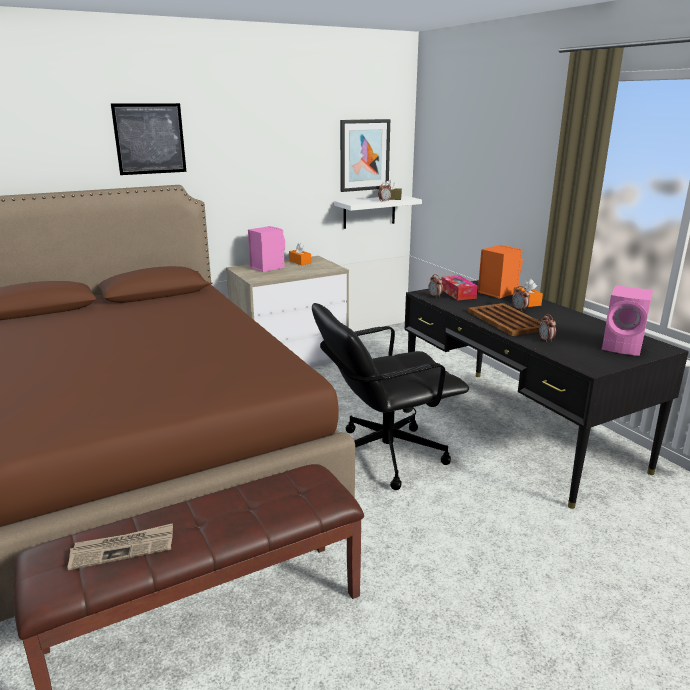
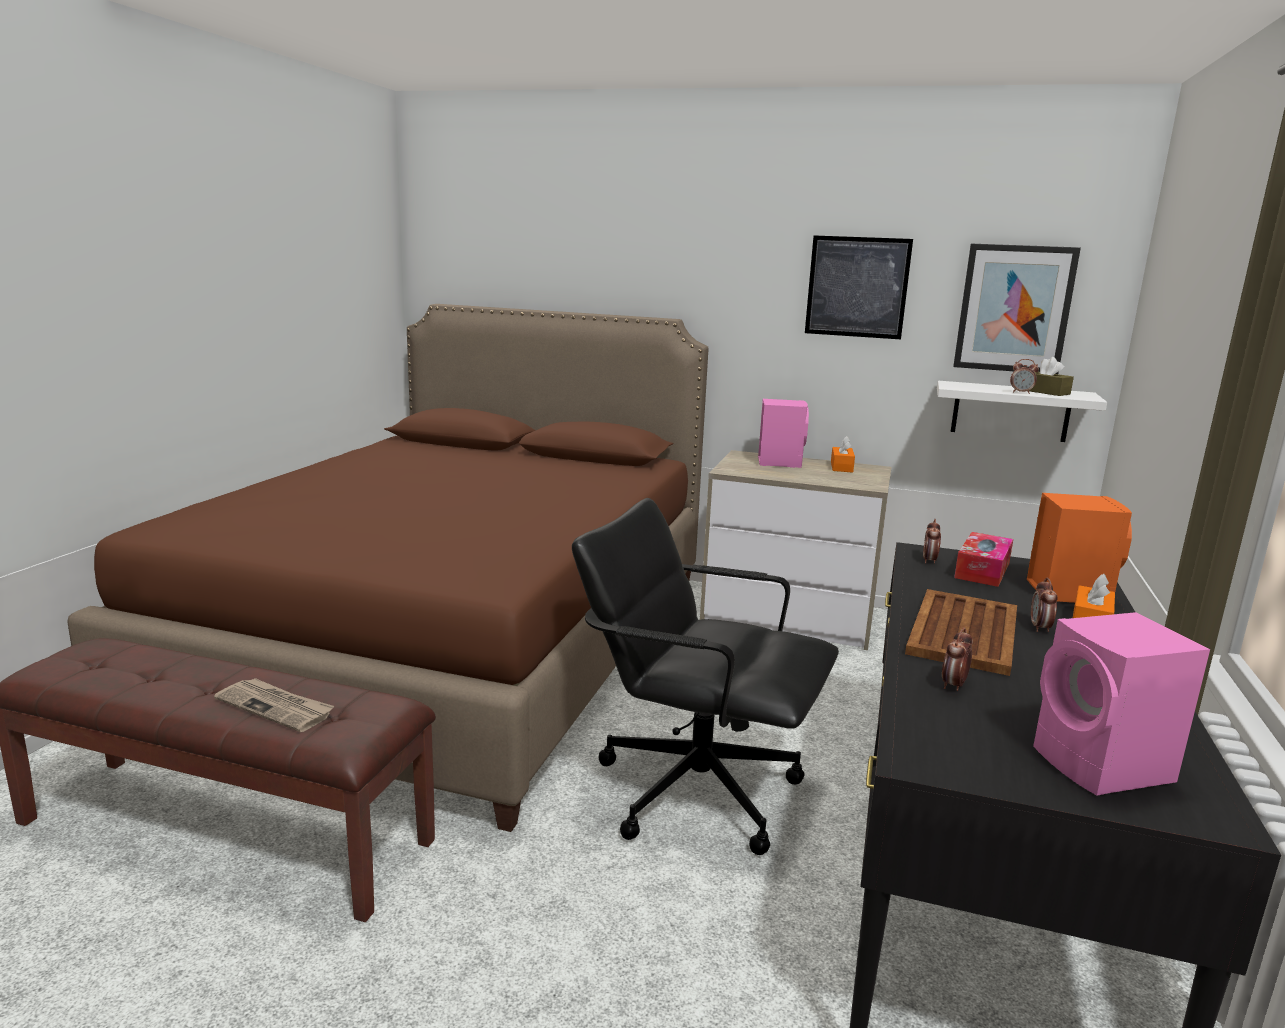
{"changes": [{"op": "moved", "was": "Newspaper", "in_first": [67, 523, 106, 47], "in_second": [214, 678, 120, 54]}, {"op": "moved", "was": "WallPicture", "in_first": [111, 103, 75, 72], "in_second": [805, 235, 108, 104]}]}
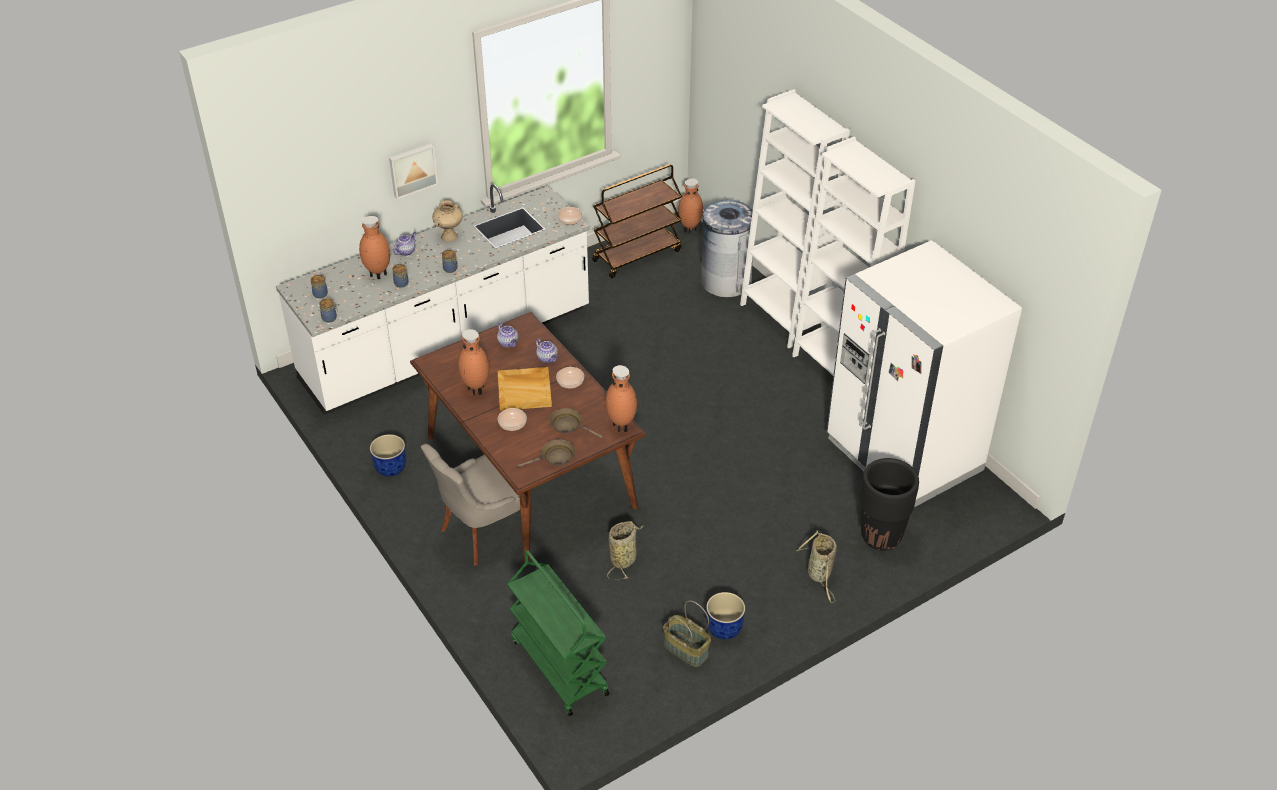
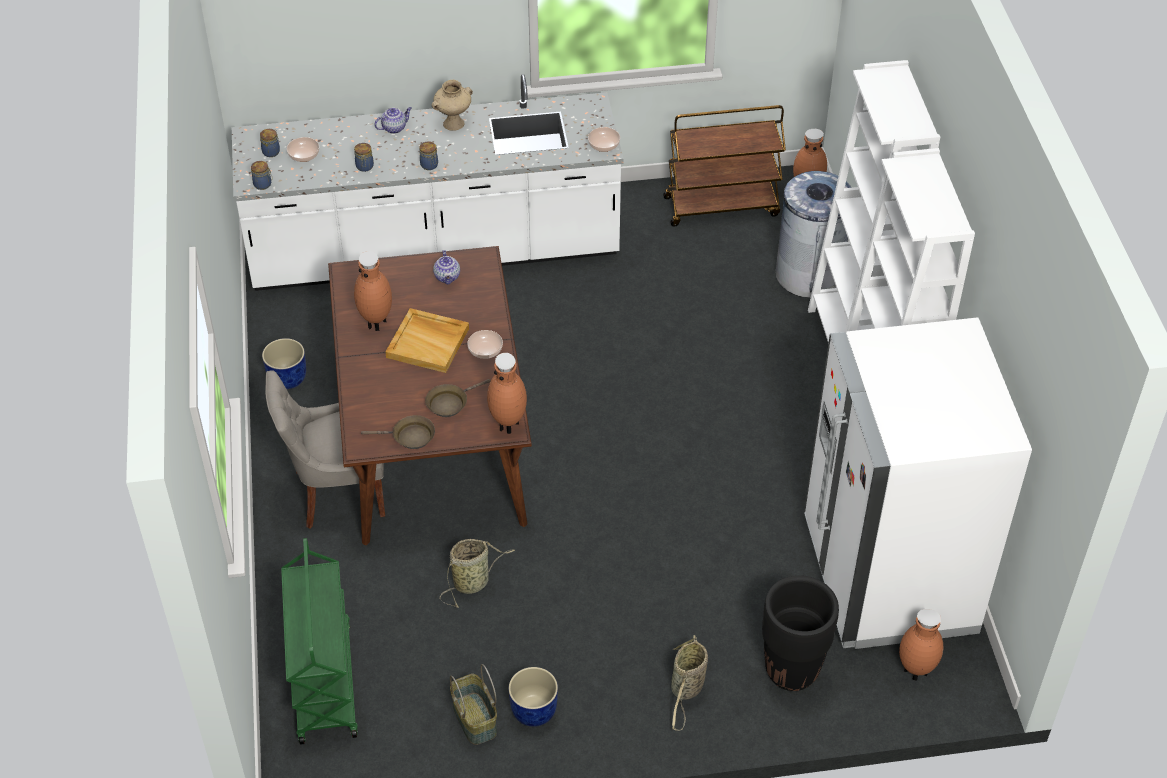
{"changes": [{"op": "removed", "was": "WallPicture", "in_first": [389, 143, 49, 56]}, {"op": "removed", "was": "TeaPot", "in_first": [536, 338, 22, 25]}, {"op": "moved", "was": "BrownColouredFlowerVase", "in_first": [359, 216, 31, 63], "in_second": [899, 609, 44, 72]}, {"op": "moved", "was": "Bowl", "in_first": [498, 408, 29, 23], "in_second": [287, 137, 32, 25]}, {"op": "turned", "was": "BrownColouredFryingPan", "in_first": [549, 408, 54, 30], "in_second": [425, 379, 65, 38], "clockwise": -90}]}
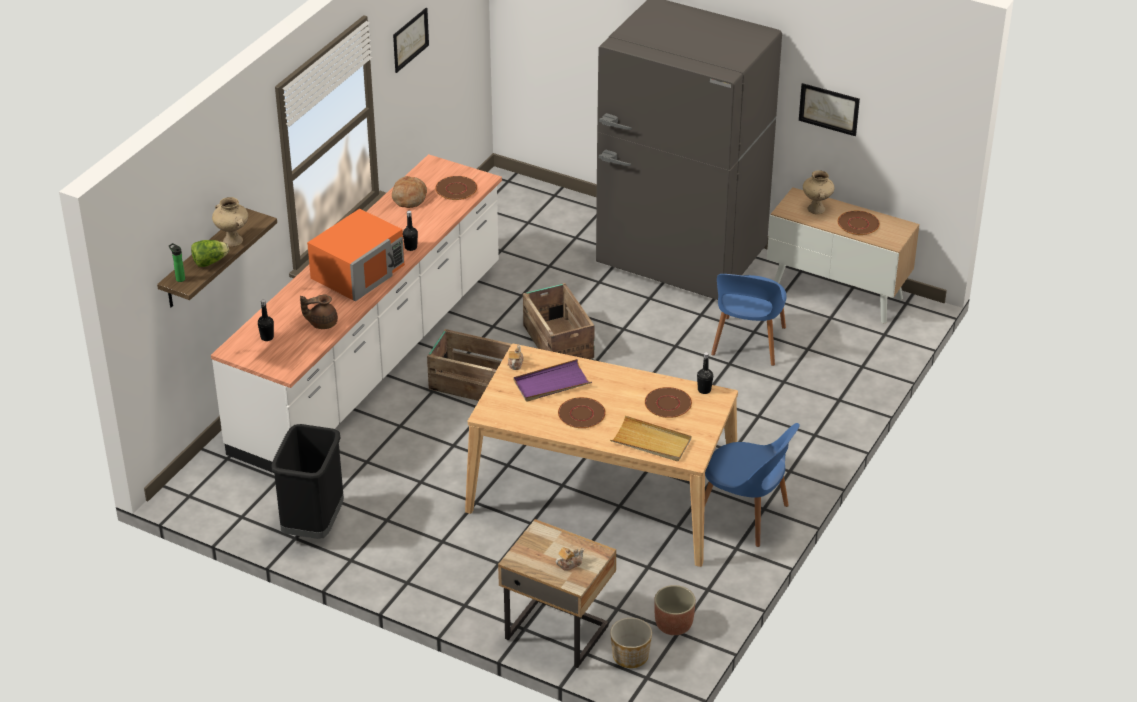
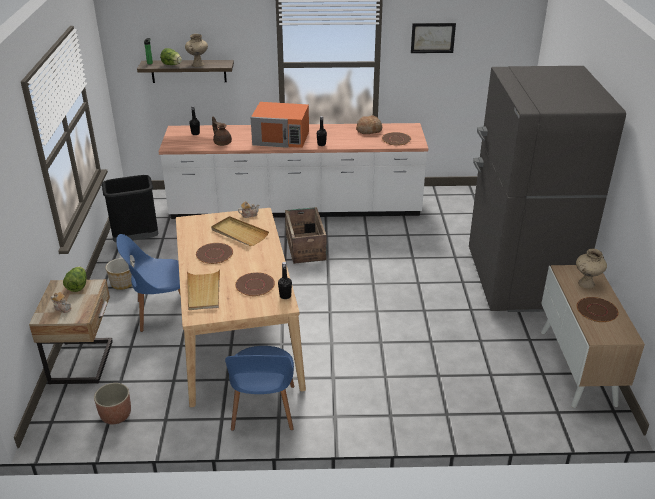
{"changes": [{"op": "removed", "was": "ShippingCrate", "in_first": [523, 283, 72, 76]}, {"op": "removed", "was": "WallPicture", "in_first": [799, 83, 61, 53]}, {"op": "added", "now": "LettuceHead", "in_second": [63, 267, 24, 25]}, {"op": "moved", "was": "Planter", "in_first": [610, 618, 42, 50], "in_second": [106, 258, 28, 32]}, {"op": "moved", "was": "BluePlainChair", "in_first": [711, 274, 76, 92], "in_second": [116, 234, 65, 98]}, {"op": "recoloured", "was": "PurplishServingTray", "now": "SandColouredServingTray", "in_first": [513, 359, 79, 43], "in_second": [211, 216, 58, 30]}]}
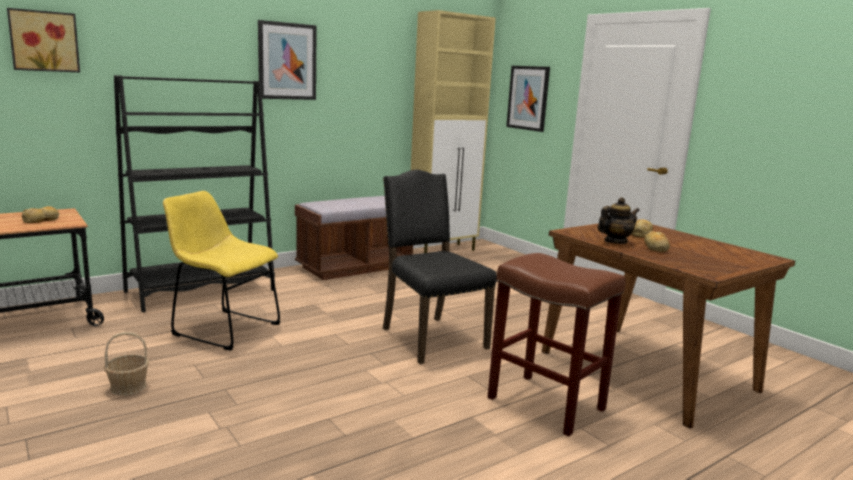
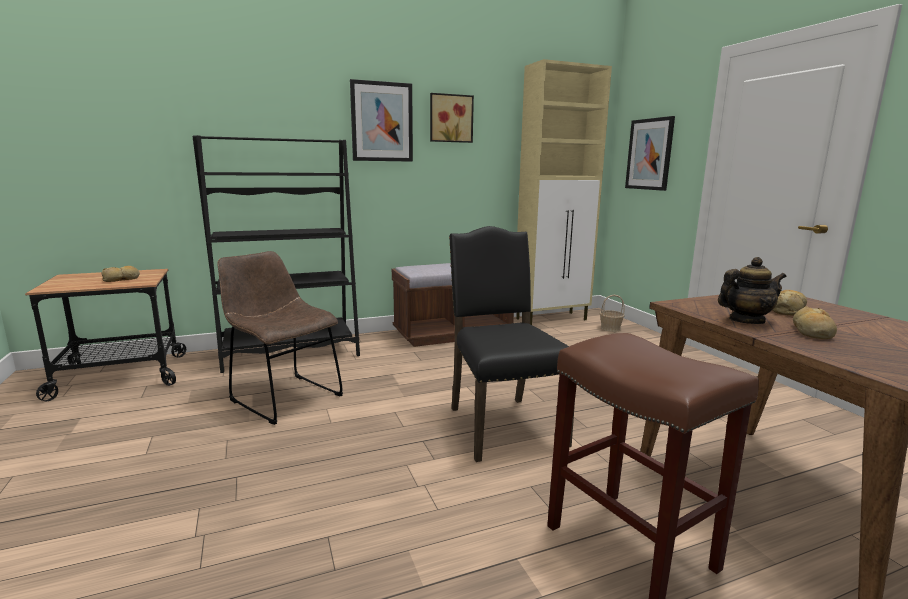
{"changes": [{"op": "moved", "was": "WallPicture", "in_first": [7, 8, 73, 64], "in_second": [430, 93, 44, 50]}, {"op": "moved", "was": "StorageBasket", "in_first": [104, 332, 45, 64], "in_second": [600, 295, 25, 37]}, {"op": "recoloured", "was": "YellowishPlainChair", "now": "BrownColouredPlainChair", "in_first": [163, 191, 117, 159], "in_second": [217, 251, 126, 174]}]}
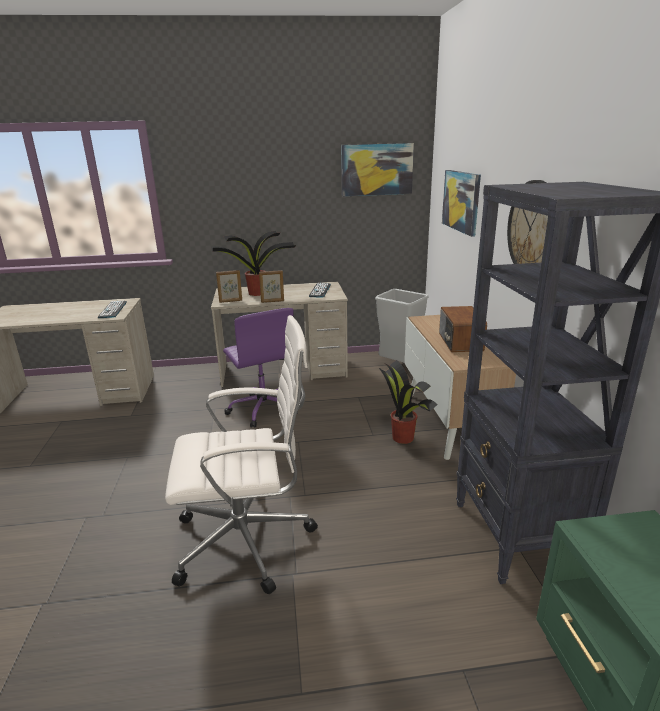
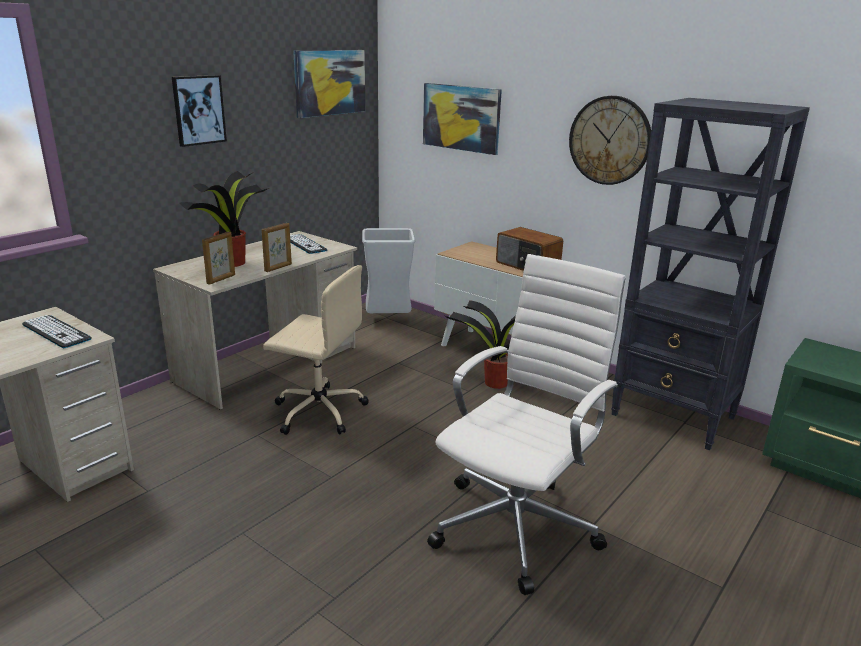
{"changes": [{"op": "added", "now": "WallPicture", "in_second": [172, 75, 55, 72]}, {"op": "recoloured", "was": "PurplishDeskChair", "now": "SandColouredDeskChair", "in_first": [223, 308, 75, 120], "in_second": [263, 265, 106, 170]}]}
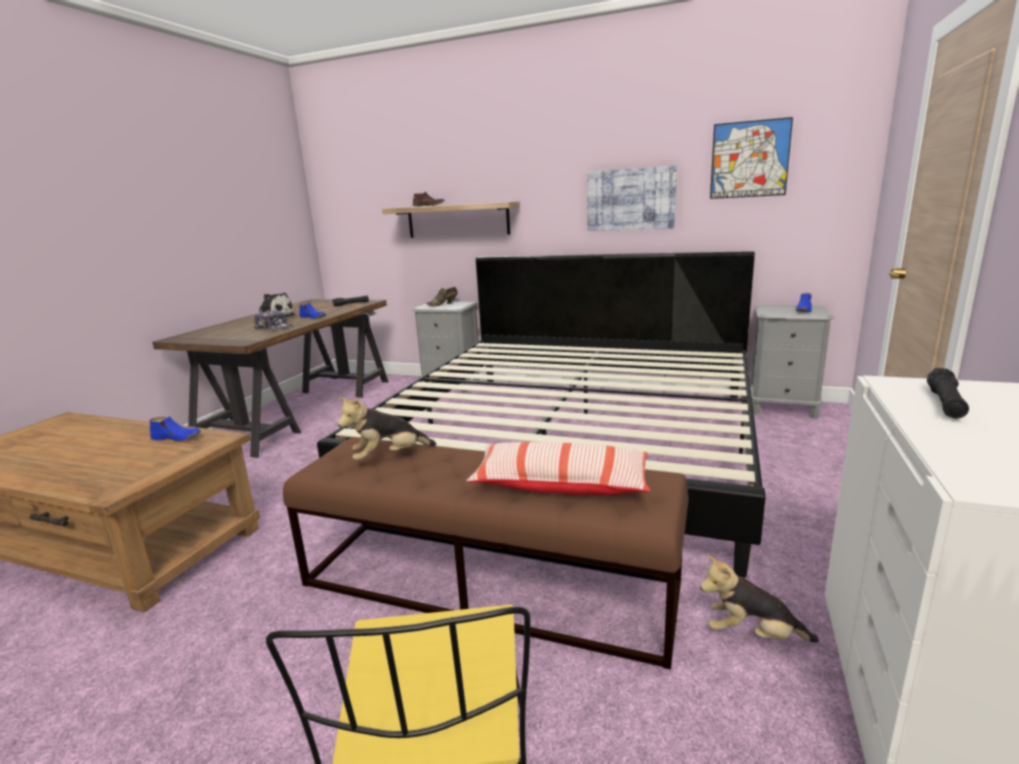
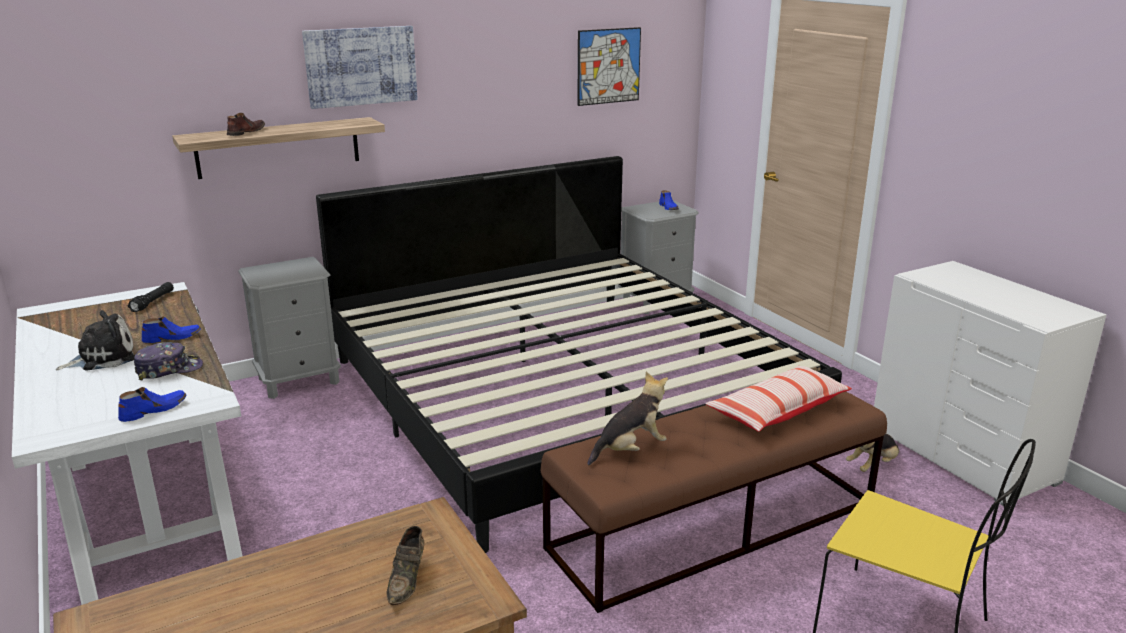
{"changes": [{"op": "removed", "was": "BlackColouredFlashlight", "in_first": [927, 368, 42, 51]}, {"op": "moved", "was": "BlueShoe", "in_first": [150, 416, 52, 25], "in_second": [118, 387, 68, 35]}, {"op": "moved", "was": "BrownColouredShoe", "in_first": [426, 287, 32, 19], "in_second": [386, 526, 38, 79]}, {"op": "moved", "was": "WallPicture", "in_first": [587, 166, 90, 65], "in_second": [302, 26, 116, 83]}, {"op": "recoloured", "was": "BrownColouredDeskUnit", "now": "WhiteDeskUnit", "in_first": [152, 299, 236, 159], "in_second": [12, 282, 230, 323]}, {"op": "turned", "was": "CuddlyToy", "in_first": [338, 397, 99, 64], "in_second": [587, 372, 81, 93], "clockwise": -135}]}
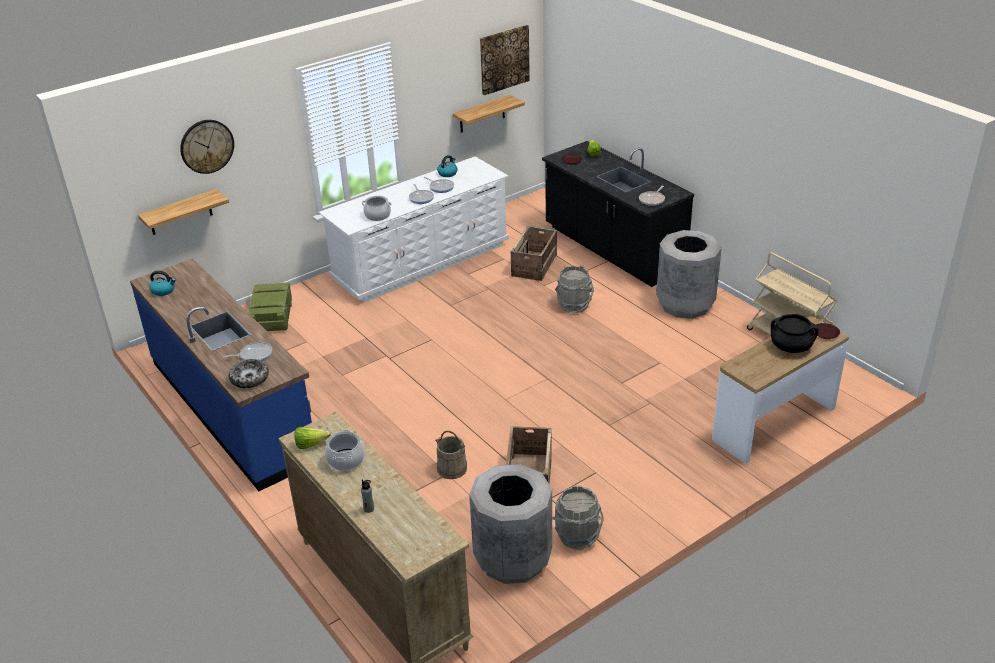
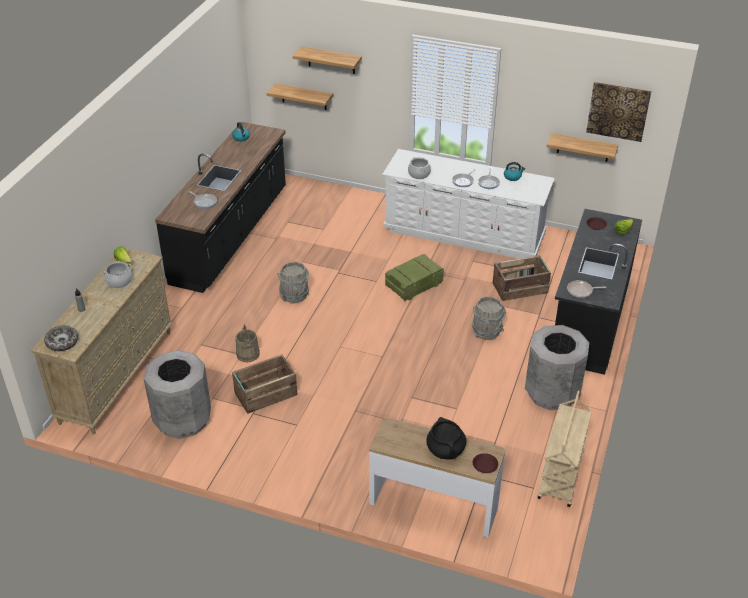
{"changes": [{"op": "moved", "was": "Bowl", "in_first": [229, 359, 40, 29], "in_second": [44, 325, 34, 26]}, {"op": "moved", "was": "ShippingCrate", "in_first": [248, 282, 44, 49], "in_second": [385, 254, 59, 47]}, {"op": "moved", "was": "GrayPail", "in_first": [552, 485, 52, 65], "in_second": [277, 261, 33, 42]}, {"op": "replaced", "was": "WallClock", "now": "Shelf", "in_first": [180, 120, 54, 54], "in_second": [293, 46, 69, 28]}, {"op": "recoloured", "was": "BlueKitchenCounter", "now": "BlackColouredKitchenCounter", "in_first": [130, 259, 182, 232], "in_second": [155, 122, 131, 171]}]}
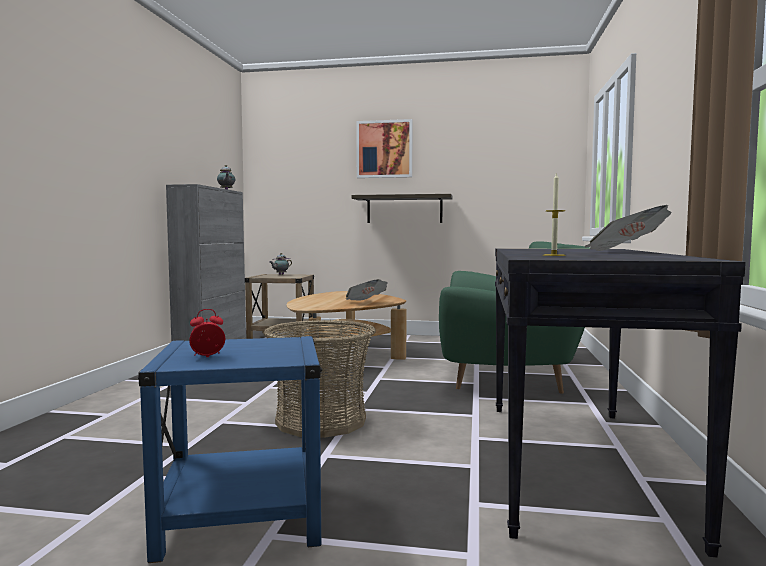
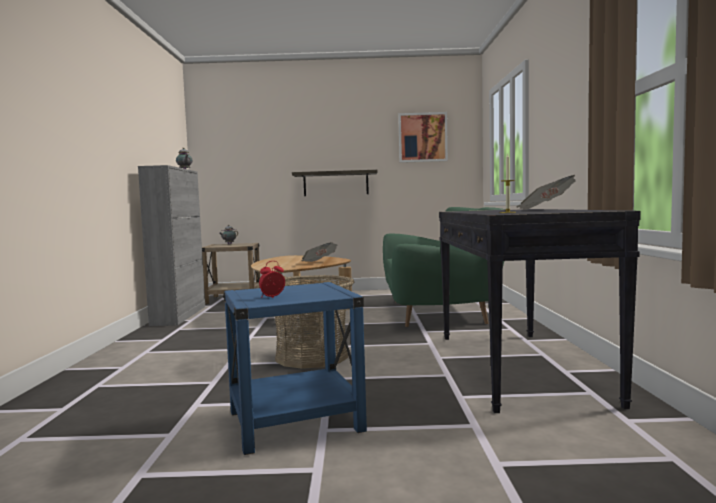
{"changes": [{"op": "moved", "was": "WallPicture", "in_first": [356, 119, 57, 59], "in_second": [398, 112, 50, 51]}]}
